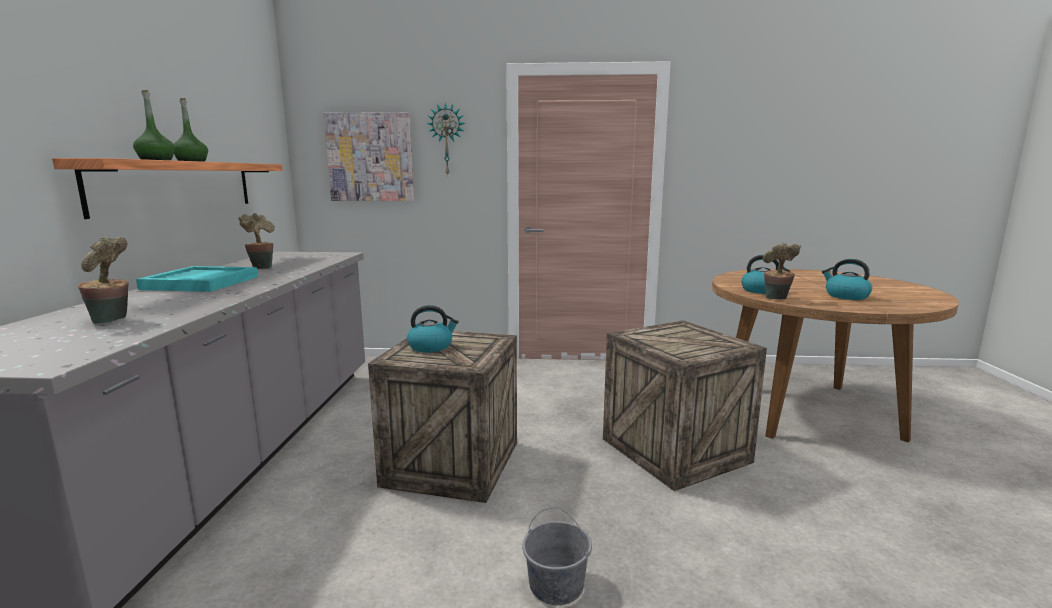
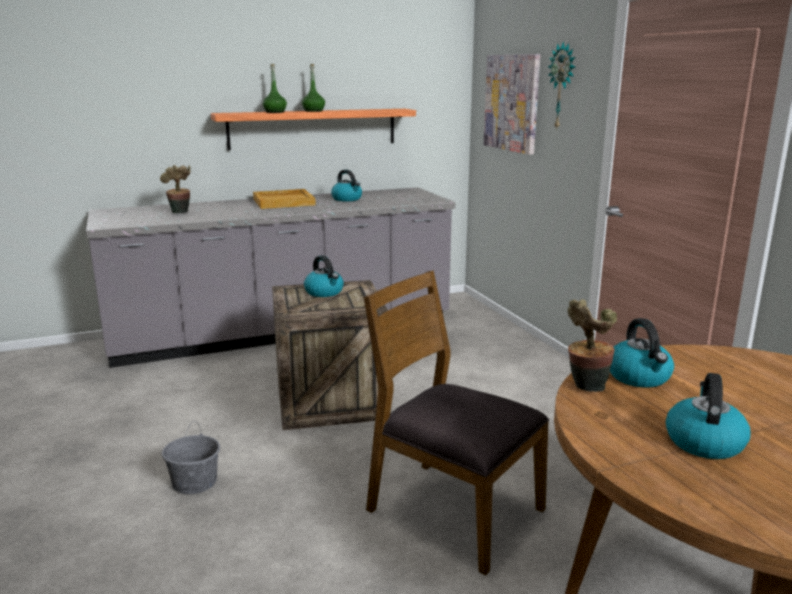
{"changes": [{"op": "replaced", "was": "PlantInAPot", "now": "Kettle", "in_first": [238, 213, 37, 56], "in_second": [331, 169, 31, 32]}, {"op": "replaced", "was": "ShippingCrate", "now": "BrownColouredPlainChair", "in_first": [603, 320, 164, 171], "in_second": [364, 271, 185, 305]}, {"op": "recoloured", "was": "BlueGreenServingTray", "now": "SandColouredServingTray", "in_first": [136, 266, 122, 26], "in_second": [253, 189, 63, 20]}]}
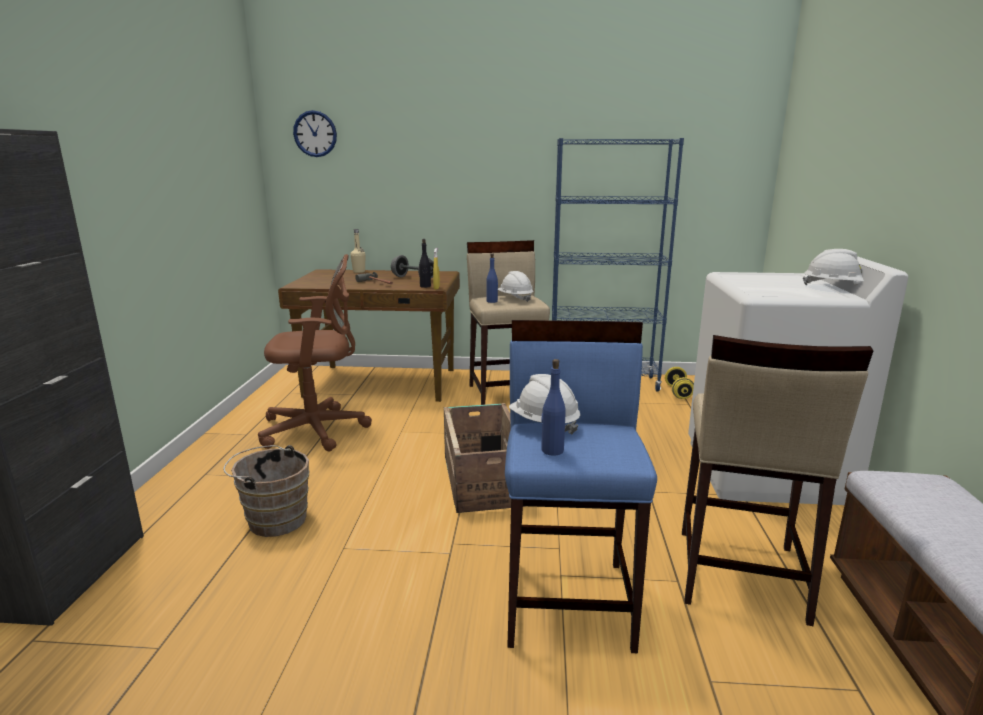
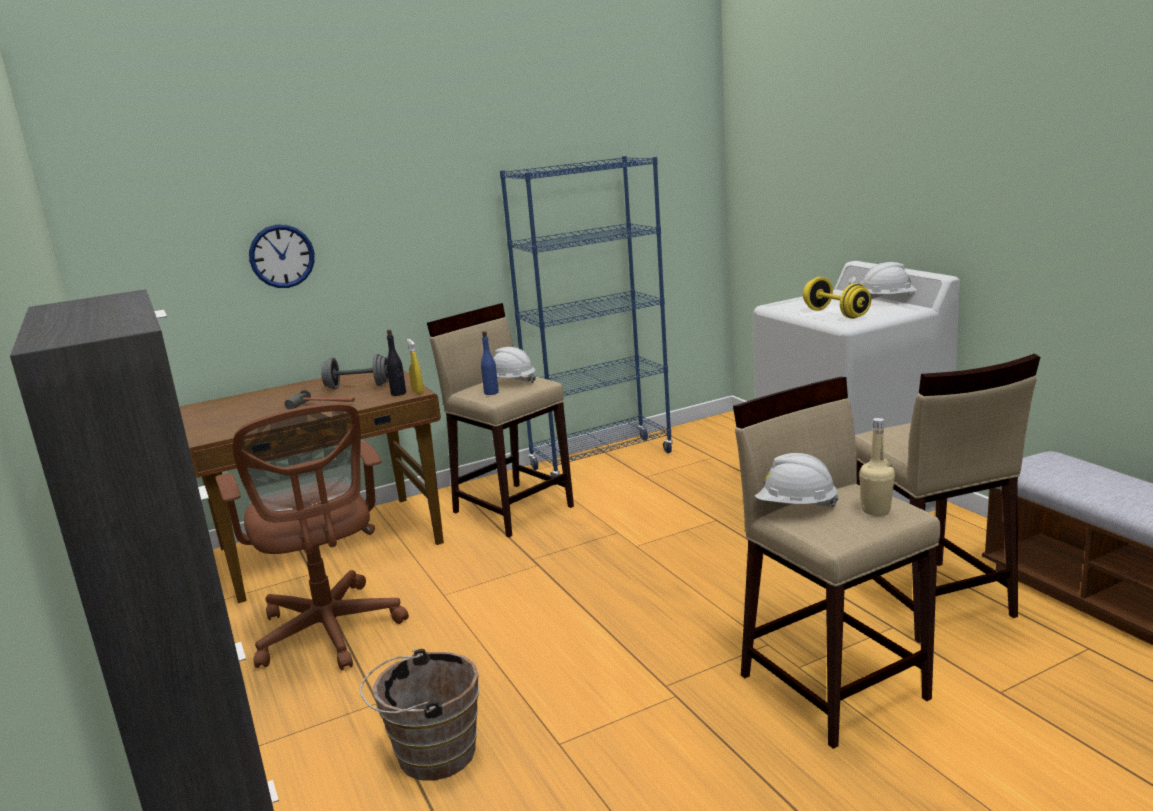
{"changes": [{"op": "removed", "was": "ShippingCrate", "in_first": [444, 403, 82, 110]}, {"op": "removed", "was": "BlueDrinkBottle", "in_first": [541, 359, 25, 97]}, {"op": "moved", "was": "WallClock", "in_first": [293, 110, 44, 47], "in_second": [249, 224, 66, 64]}, {"op": "moved", "was": "SandColouredDrinkBottle", "in_first": [350, 229, 15, 44], "in_second": [859, 418, 36, 98]}, {"op": "moved", "was": "YellowishFreeWeight", "in_first": [665, 367, 29, 32], "in_second": [803, 277, 68, 42]}, {"op": "recoloured", "was": "BlueStoolSeat", "now": "SandColouredStoolSeat", "in_first": [505, 320, 152, 333], "in_second": [733, 377, 208, 372]}, {"op": "turned", "was": "BrownColouredDeskChair", "in_first": [258, 254, 114, 198], "in_second": [215, 403, 194, 267], "clockwise": 105}]}
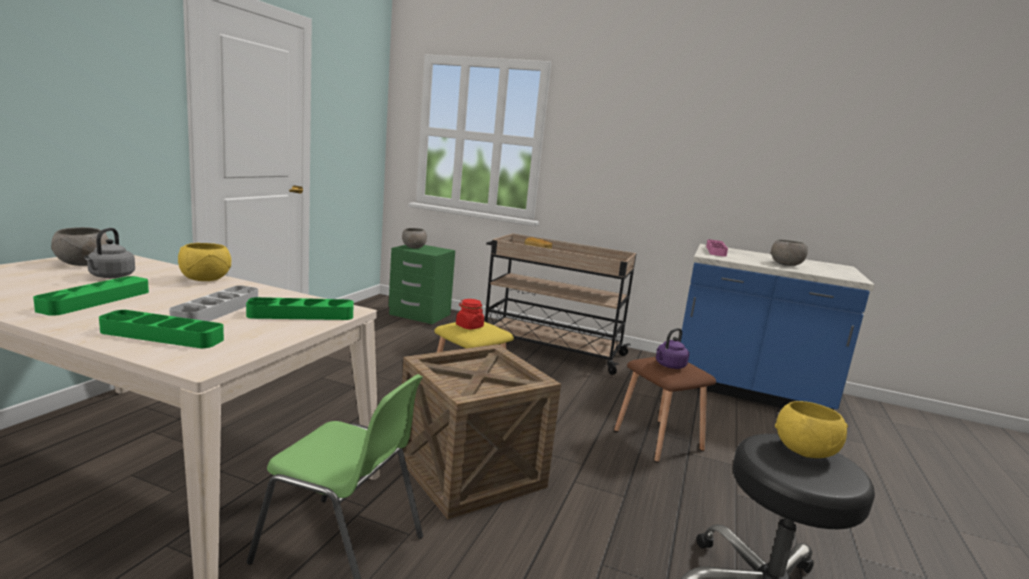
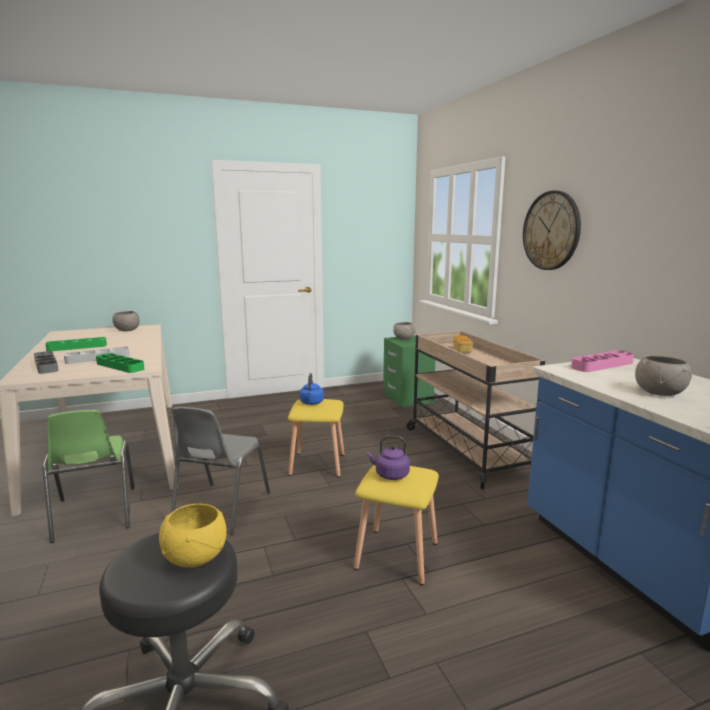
{"changes": [{"op": "removed", "was": "GrayKettle", "in_first": [84, 228, 51, 50]}, {"op": "removed", "was": "YellowishBowl", "in_first": [178, 243, 54, 38]}, {"op": "added", "now": "WallClock", "in_second": [523, 191, 58, 79]}, {"op": "replaced", "was": "ShippingCrate", "now": "GrayPlainChair", "in_first": [398, 344, 163, 175], "in_second": [171, 407, 99, 128]}, {"op": "replaced", "was": "RedStorageJar", "now": "BlueKettle", "in_first": [456, 299, 28, 30], "in_second": [300, 373, 24, 32]}, {"op": "recoloured", "was": "GreenServingTray", "now": "GrayServingTray", "in_first": [99, 310, 125, 38], "in_second": [34, 351, 25, 23]}, {"op": "recoloured", "was": "BrownColouredStoolSeat", "now": "YellowishStoolSeat", "in_first": [614, 357, 102, 106], "in_second": [354, 465, 85, 120]}]}
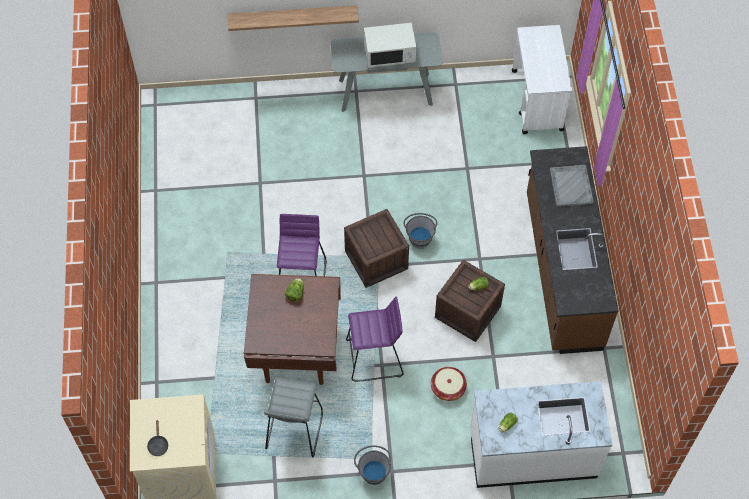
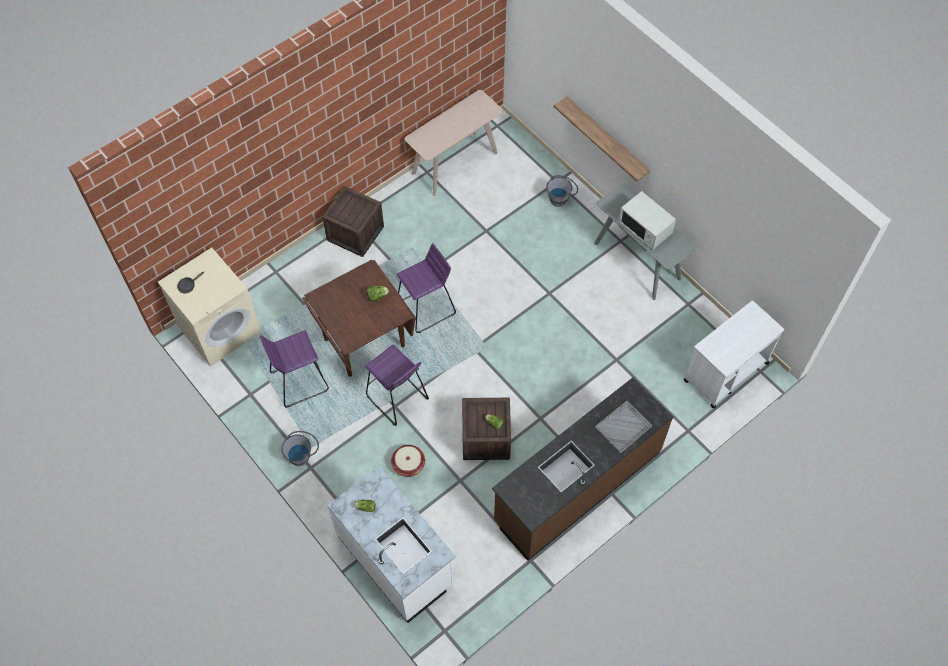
{"changes": [{"op": "added", "now": "SandColouredHallTable", "in_second": [405, 90, 98, 106]}, {"op": "moved", "was": "ShippingCrate", "in_first": [344, 209, 65, 79], "in_second": [322, 186, 62, 71]}, {"op": "moved", "was": "GrayPail", "in_first": [403, 213, 34, 36], "in_second": [546, 175, 32, 32]}, {"op": "recoloured", "was": "GrayStoolSeat", "now": "PurplishStoolSeat", "in_first": [264, 378, 59, 79], "in_second": [260, 331, 69, 76]}]}
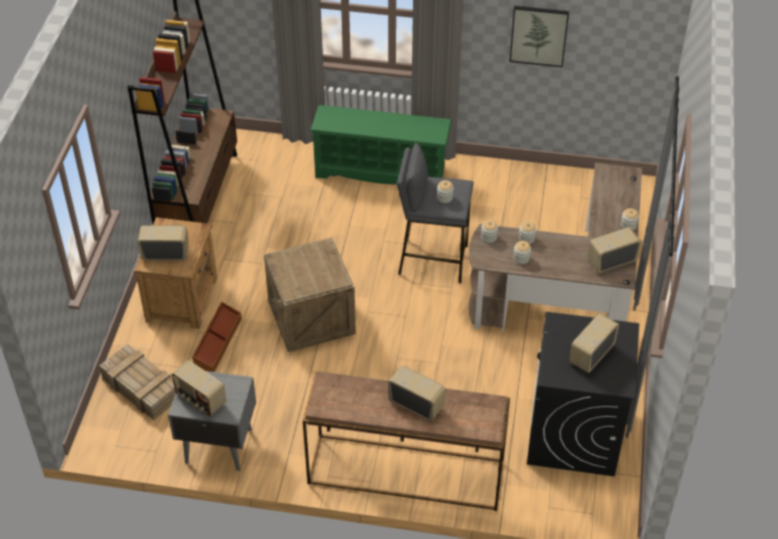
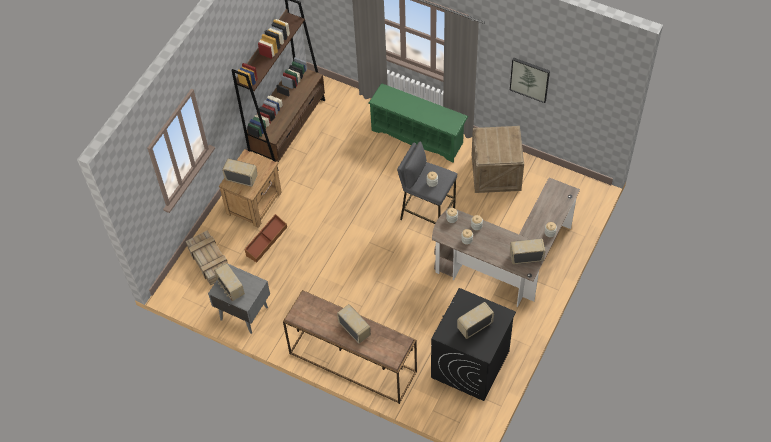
{"changes": [{"op": "moved", "was": "ShippingCrate", "in_first": [264, 237, 92, 115], "in_second": [472, 126, 52, 67]}]}
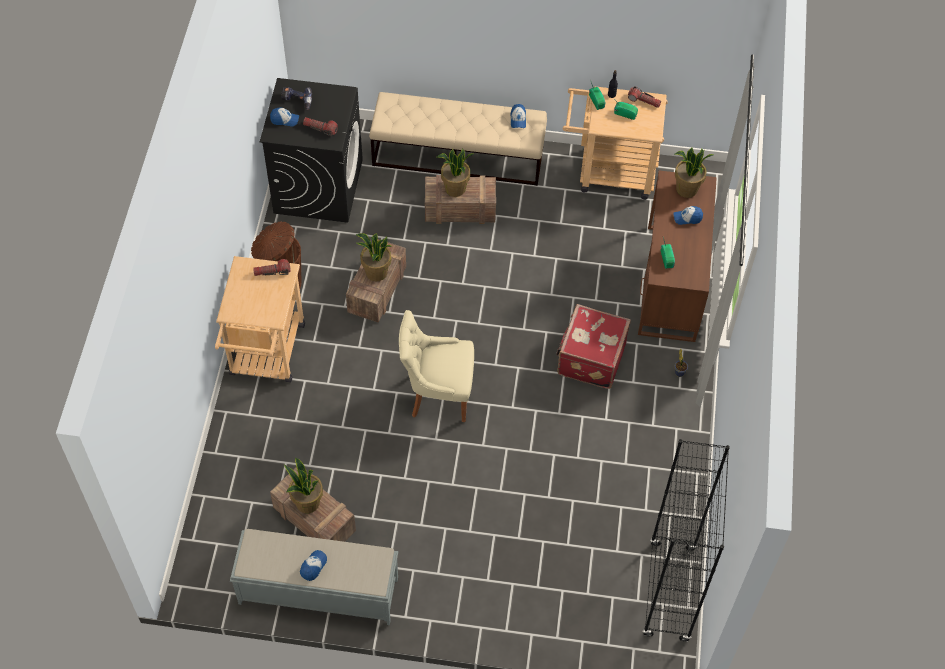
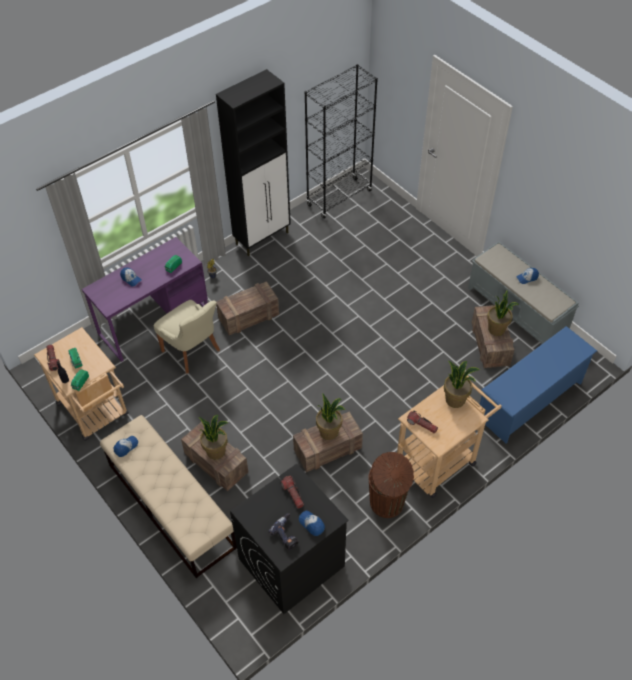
{"changes": [{"op": "added", "now": "BlackColouredCabinet", "in_second": [216, 69, 75, 187]}, {"op": "added", "now": "BlueShoeRack", "in_second": [480, 326, 117, 117]}, {"op": "moved", "was": "SandColouredPlainChair", "in_first": [399, 310, 75, 112], "in_second": [154, 300, 66, 74]}, {"op": "moved", "was": "PlantInAPot", "in_first": [675, 147, 38, 51], "in_second": [444, 360, 36, 48]}, {"op": "replaced", "was": "RedSuitcase", "now": "ShippingCrate", "in_first": [556, 304, 75, 85], "in_second": [216, 281, 63, 54]}, {"op": "recoloured", "was": "BrownColouredDeskUnit", "now": "PurplishDeskUnit", "in_first": [638, 170, 79, 172], "in_second": [82, 237, 126, 125]}]}
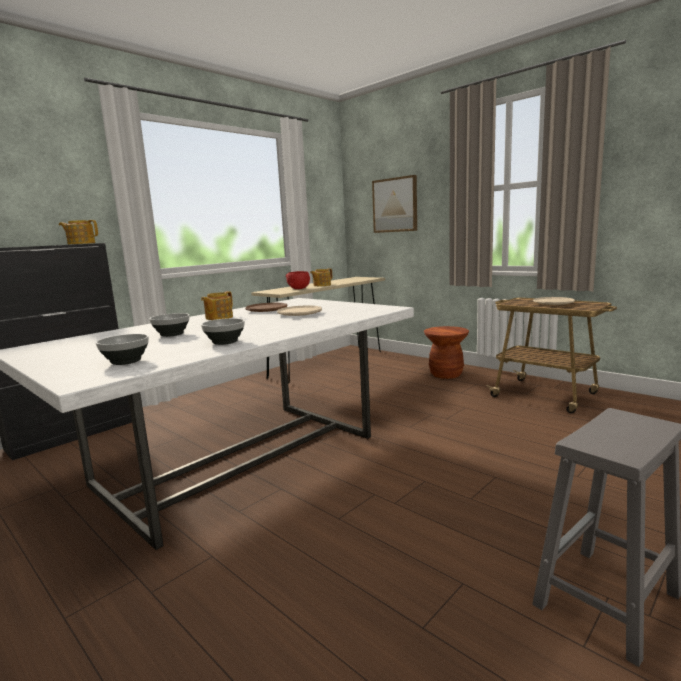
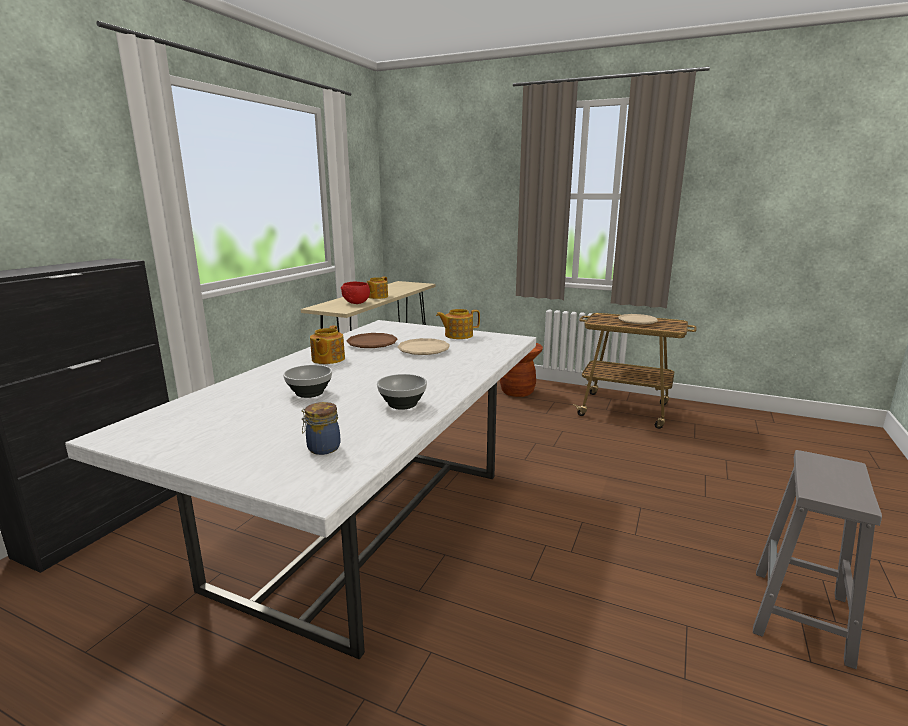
{"changes": [{"op": "removed", "was": "WallPicture", "in_first": [372, 175, 45, 58]}, {"op": "moved", "was": "TeaPot", "in_first": [59, 220, 39, 24], "in_second": [436, 309, 44, 30]}, {"op": "replaced", "was": "Bowl", "now": "StorageJar", "in_first": [96, 334, 53, 31], "in_second": [302, 402, 38, 53]}]}
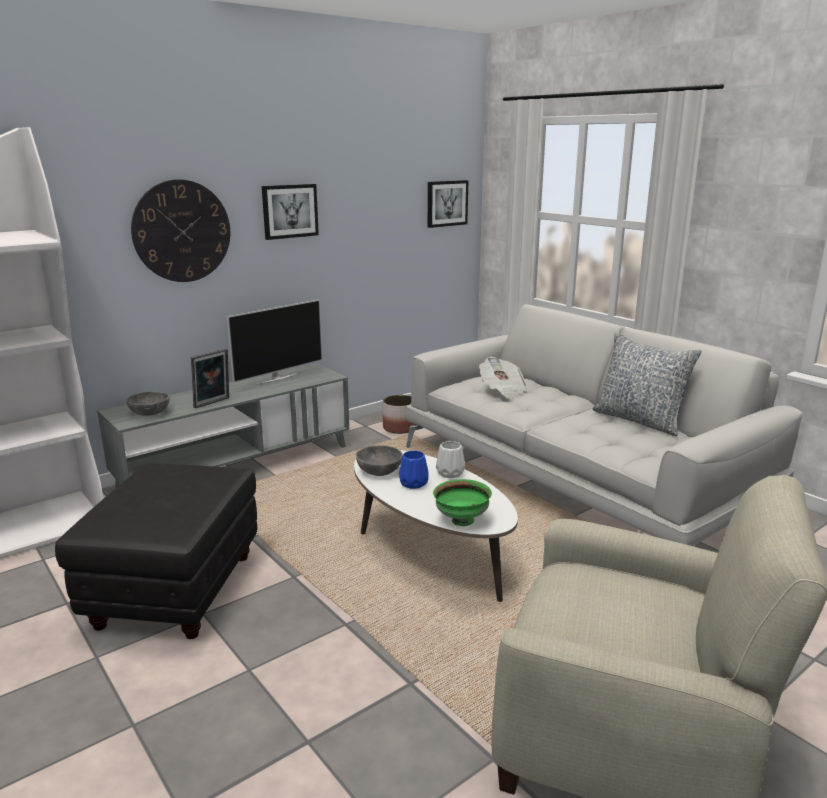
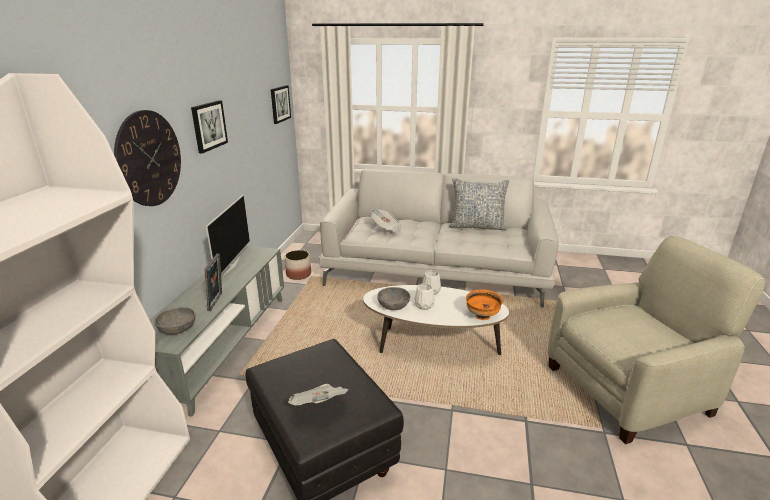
{"changes": [{"op": "added", "now": "Newspaper", "in_second": [288, 384, 60, 21]}, {"op": "recoloured", "was": "BlueFlowerVase", "now": "WhiteFlowerVase", "in_first": [399, 451, 30, 38], "in_second": [414, 284, 21, 26]}, {"op": "recoloured", "was": "GreenBowl", "now": "OrangeBowl", "in_first": [433, 479, 59, 47], "in_second": [466, 289, 37, 31]}]}
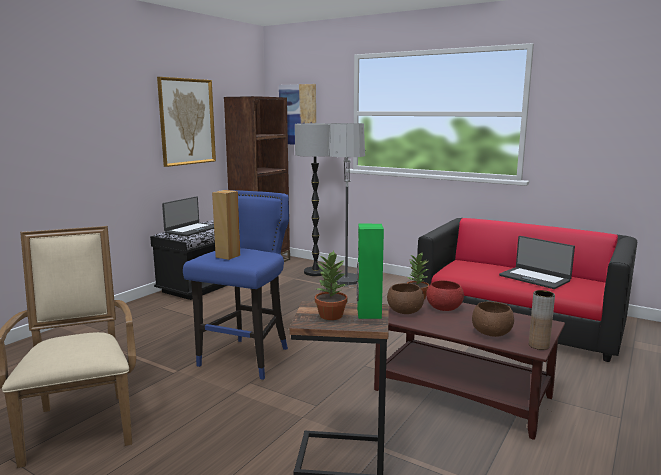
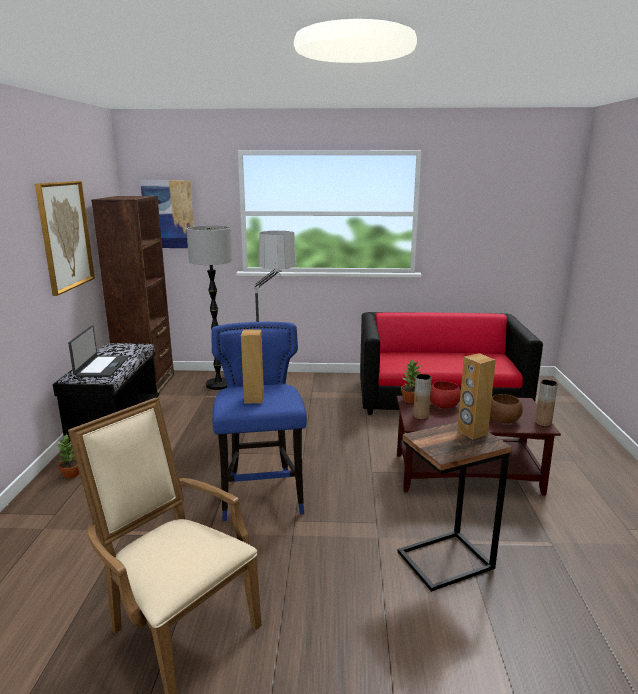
{"changes": [{"op": "removed", "was": "NotebookComputer", "in_first": [499, 236, 76, 53]}, {"op": "moved", "was": "PlantInAPot", "in_first": [315, 251, 33, 69], "in_second": [57, 433, 22, 46]}, {"op": "replaced", "was": "BrownColouredBowl", "now": "BrownColouredFlowerVase", "in_first": [387, 283, 37, 31], "in_second": [413, 374, 18, 46]}, {"op": "recoloured", "was": "GreenLoudspeaker", "now": "BrownColouredLoudspeaker", "in_first": [357, 224, 27, 95], "in_second": [457, 353, 39, 87]}]}
